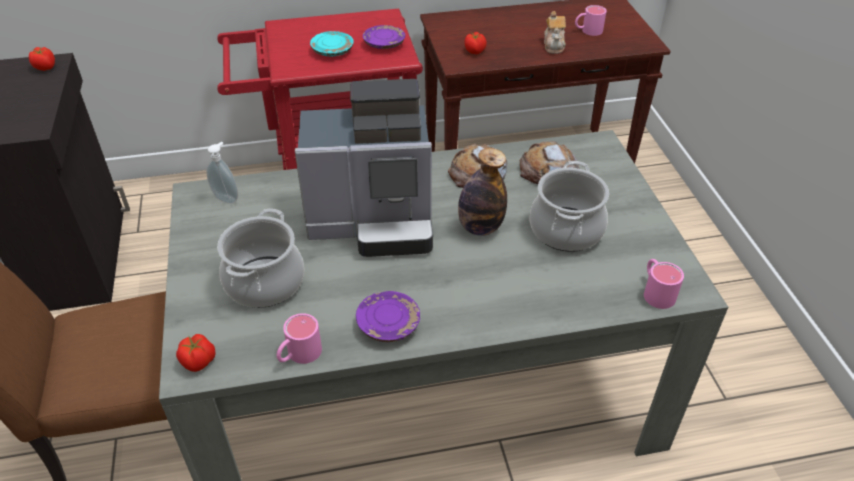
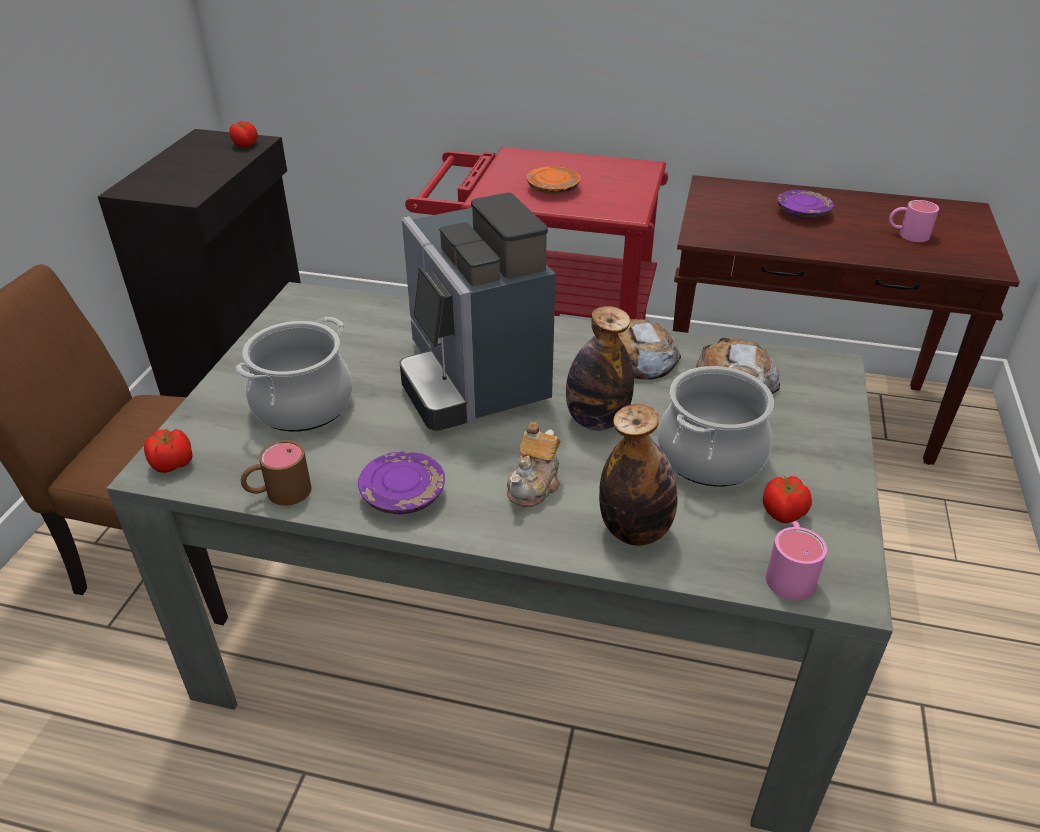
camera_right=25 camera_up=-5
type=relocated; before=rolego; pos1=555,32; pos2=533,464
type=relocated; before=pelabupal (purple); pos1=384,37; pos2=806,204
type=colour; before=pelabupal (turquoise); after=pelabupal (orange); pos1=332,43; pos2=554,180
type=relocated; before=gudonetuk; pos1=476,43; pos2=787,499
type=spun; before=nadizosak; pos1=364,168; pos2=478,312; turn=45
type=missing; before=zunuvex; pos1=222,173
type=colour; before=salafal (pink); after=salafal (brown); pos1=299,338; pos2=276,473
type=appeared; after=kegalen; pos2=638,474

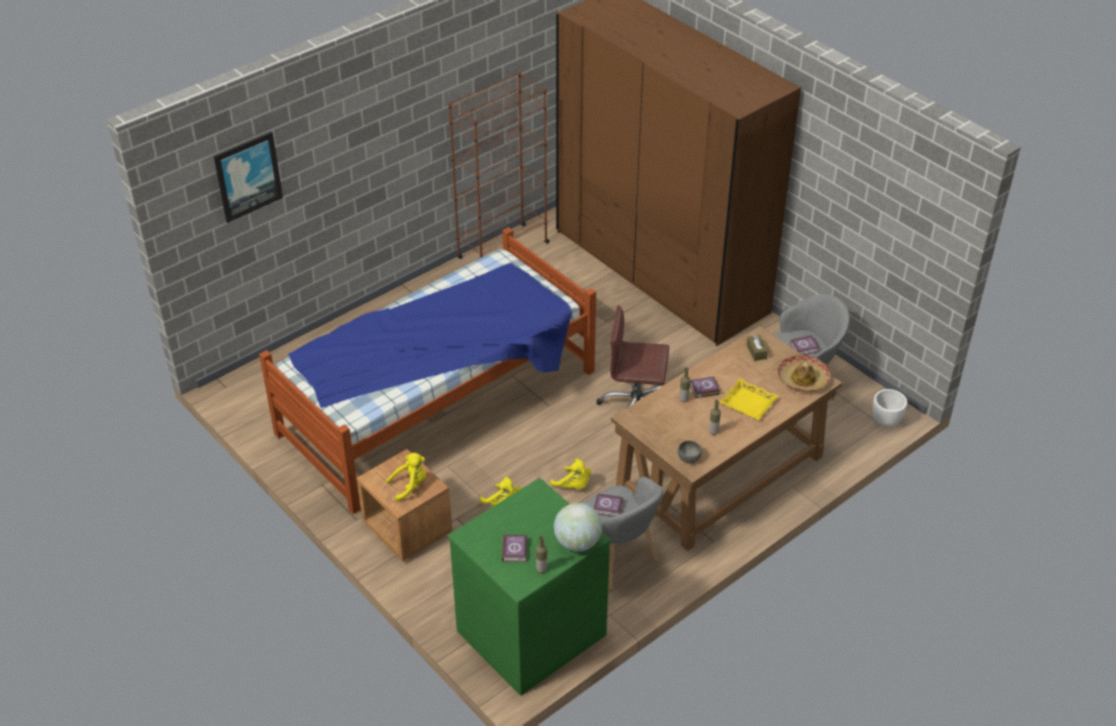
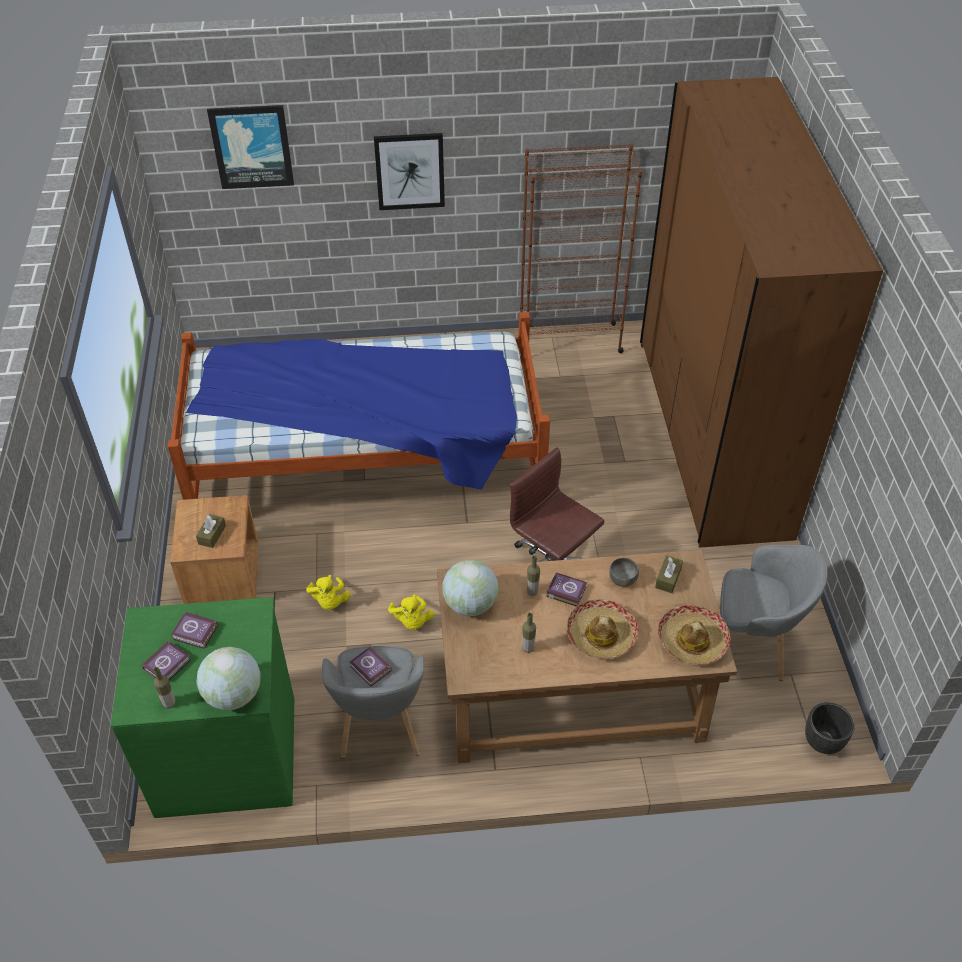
camera_right=35 camera_up=5
type=relocated; before=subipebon; pos1=805,345; pos2=194,630
type=exchanged; before=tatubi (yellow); after=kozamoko; pos1=749,399; pos2=602,629
type=colour; before=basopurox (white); after=basopurox (black); pos1=890,408; pos2=830,728
type=relocated; before=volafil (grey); pos1=690,452; pos2=624,572
type=exchanged; before=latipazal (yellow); after=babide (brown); pos1=406,477; pos2=211,531
type=appeared; after=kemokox; pos2=409,171
type=appeared; after=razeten; pos2=470,588

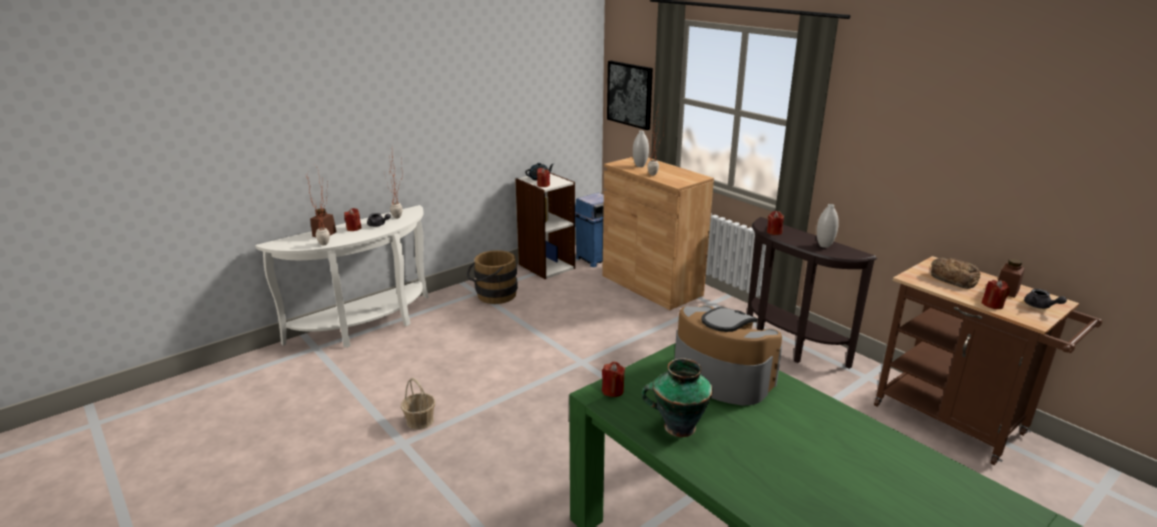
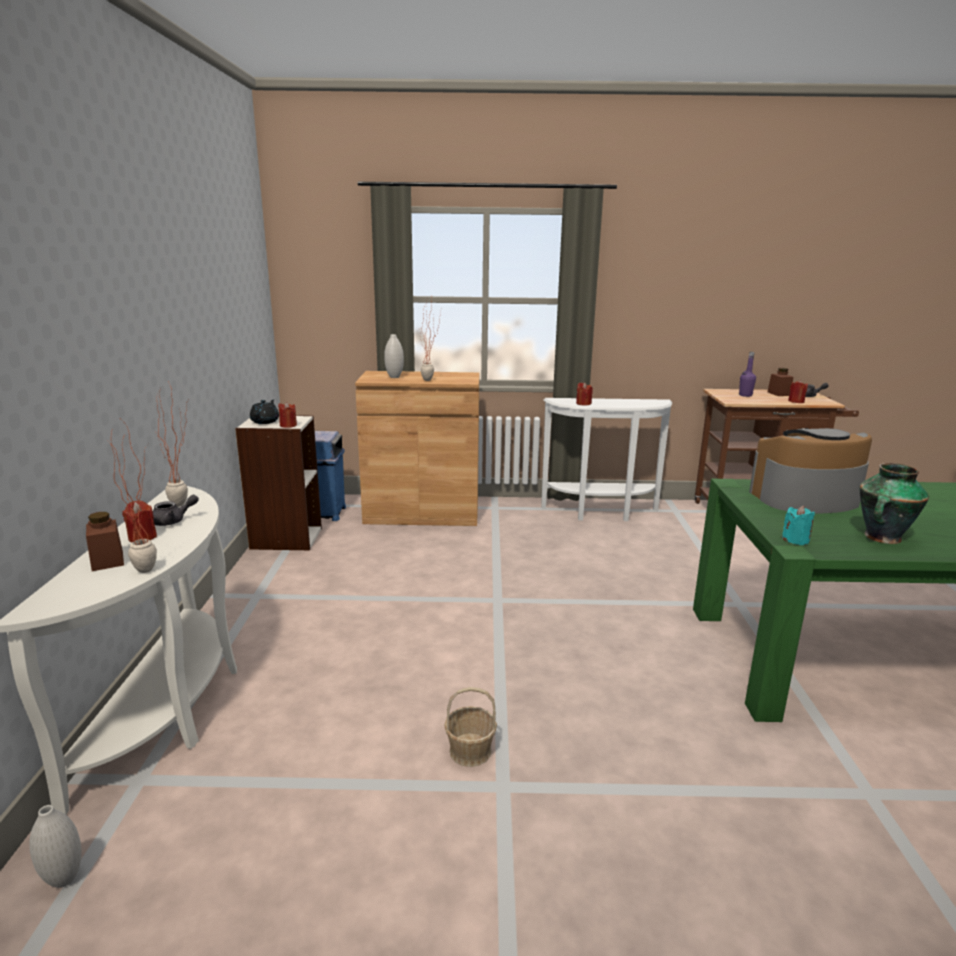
camera_right=-50 camera_up=-5
type=missing; before=kemokox; pos1=630,95
type=relocated; before=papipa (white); pos1=828,226; pos2=55,846
type=colour; before=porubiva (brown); after=porubiva (white); pos1=812,293; pos2=606,459
type=missing; before=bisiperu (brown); pos1=492,277
type=exchanged; before=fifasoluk; after=kegalen (purple); pos1=956,273; pos2=747,374
type=colour; before=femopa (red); after=femopa (turquoise); pos1=613,379; pos2=798,525

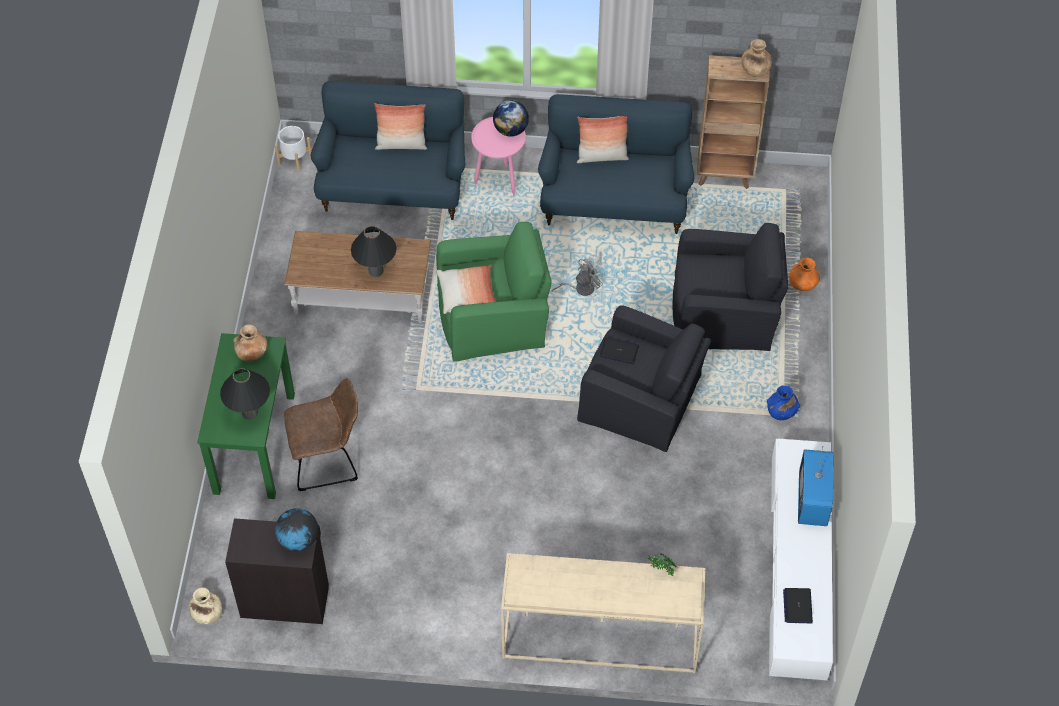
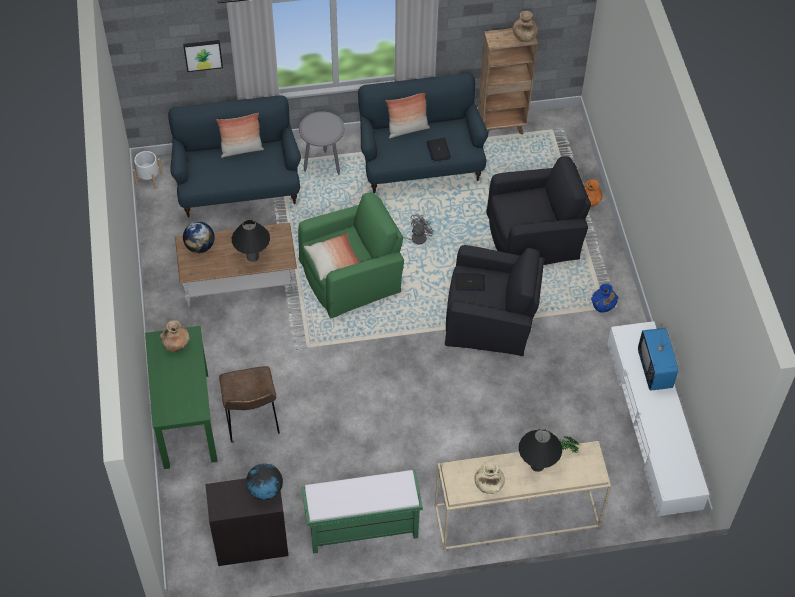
camera_right=-15 camera_up=0
type=relocated; before=razeten; pos1=511,118; pos2=199,237
type=colour; before=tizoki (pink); after=tizoki (grey); pos1=498,156; pos2=321,143
type=relocated; before=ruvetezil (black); pos1=245,394; pos2=540,450
type=spun; before=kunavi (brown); pos1=321,434; pos2=249,404; turn=105
type=relocated; before=papipa (beige); pos1=205,606; pos2=489,478
type=relocated; before=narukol; pos1=798,605; pos2=438,150
type=appeared; after=kemokox; pos2=203,56
type=appeared; after=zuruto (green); pos2=362,512

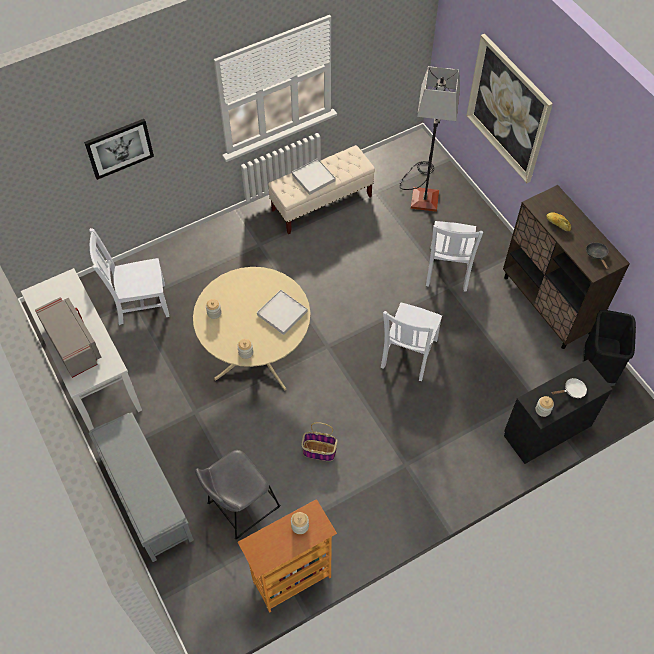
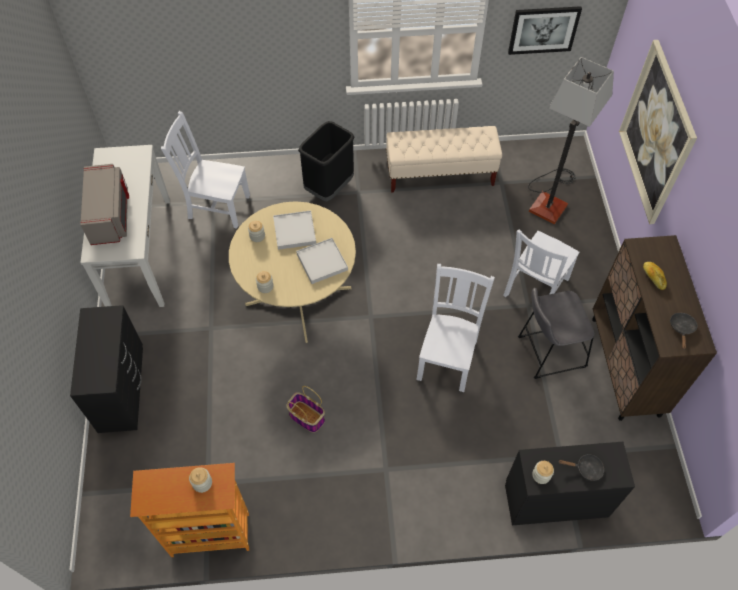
camera_right=25 camera_up=0
type=relocated; before=kemokox; pos1=119,149; pos2=545,30
type=relocated; before=tatubi (white); pos1=314,176; pos2=294,230
type=spun; before=kunavi (white); pos1=411,342; pos2=455,328; turn=150
type=relocated; before=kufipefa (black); pos1=609,348; pos2=326,161
type=colour; before=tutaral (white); after=tutaral (black); pos1=569,388; pos2=581,467
type=exchanged; before=zuruto (grey); after=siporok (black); pos1=141,487; pos2=106,369
type=relocated; before=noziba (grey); pos1=238,494; pos2=556,333

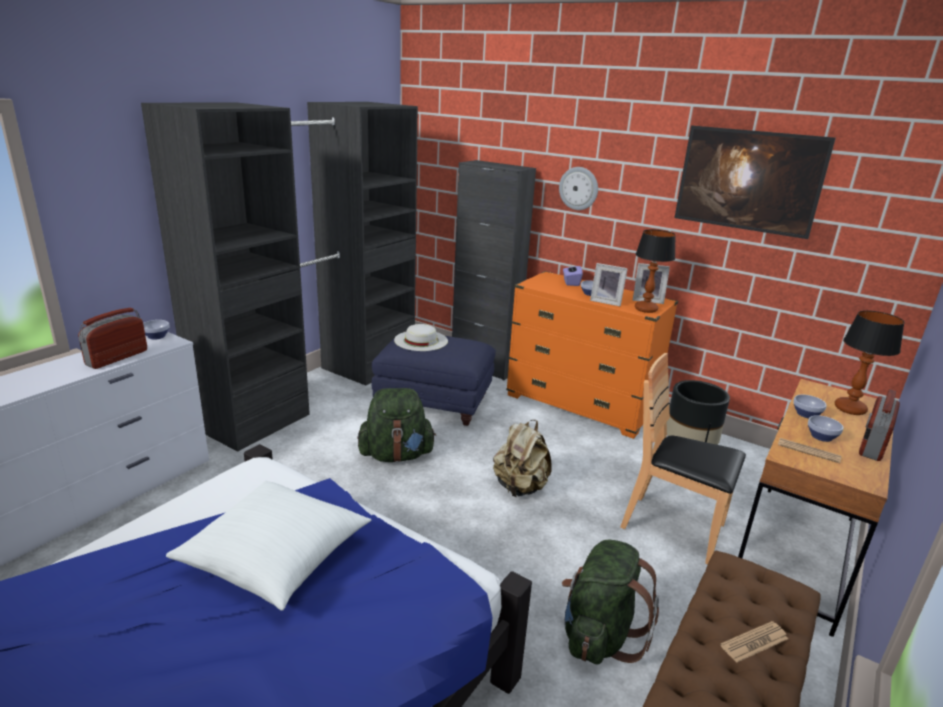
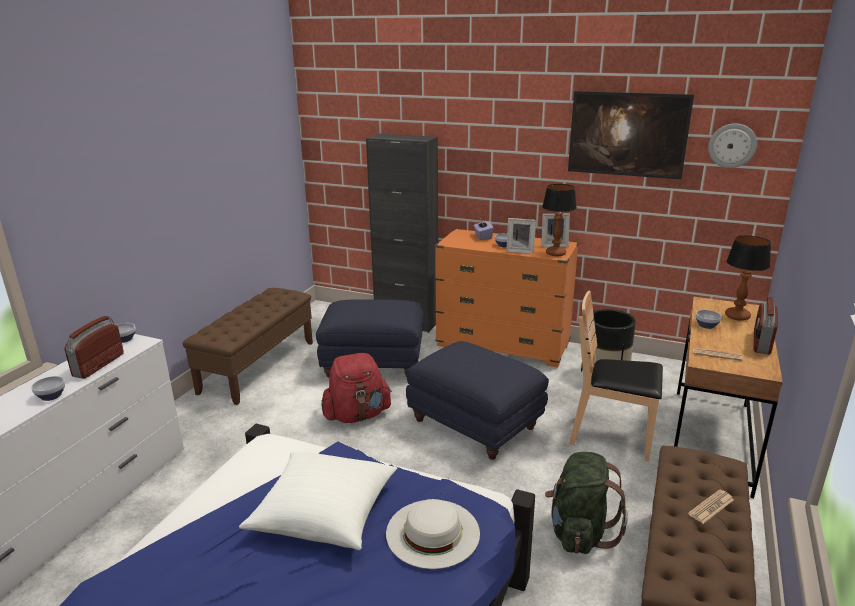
camera_right=-10 camera_up=0
type=exchanged; before=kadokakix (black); after=zuruto (brown); pos1=279,277; pos2=247,346
type=relocated; before=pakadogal; pos1=578,188; pos2=732,145
type=relocated; before=kozamoko (white); pos1=421,337; pos2=433,534
type=colour; before=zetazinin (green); after=zetazinin (red); pos1=396,425; pos2=356,388
type=relocated; before=volafil; pos1=825,428; pos2=48,388
type=exchanged; before=zetazinin (beige); after=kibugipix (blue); pos1=522,458; pos2=477,400

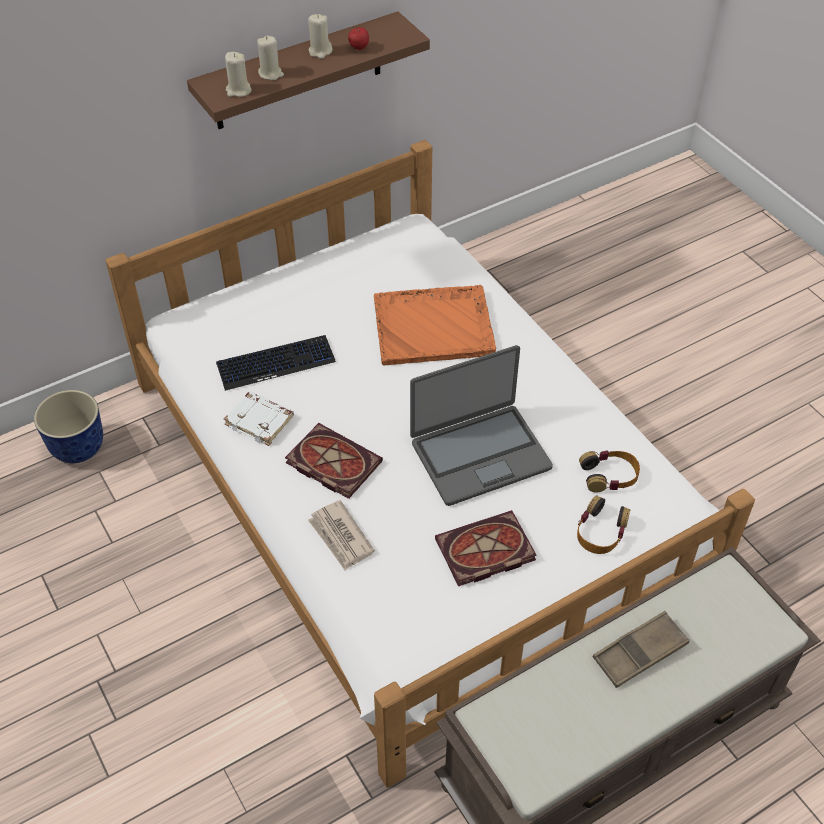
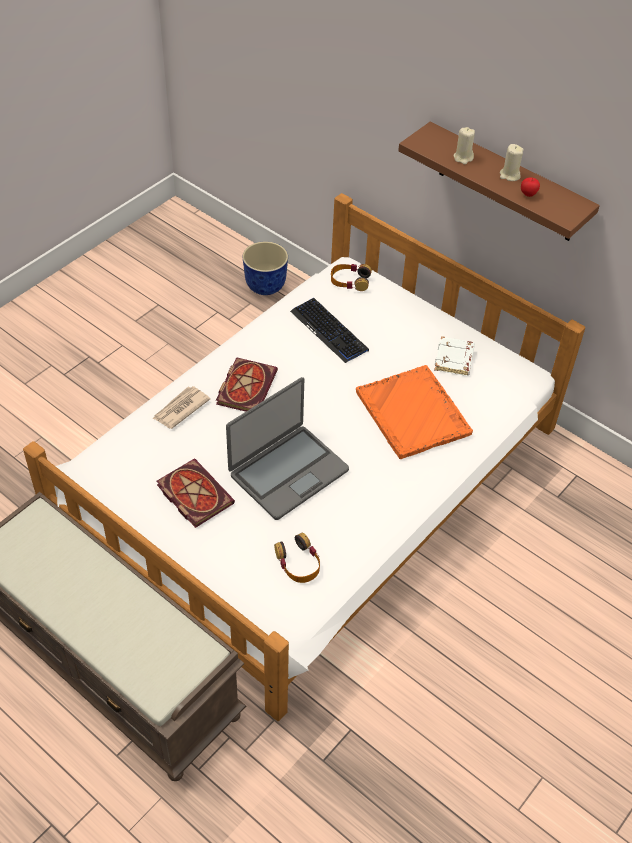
camera_right=70 camera_up=0
type=missing; before=femopa (beige); pos1=238,74
type=spun; before=narukol; pos1=481,425; pos2=287,448; turn=-90
type=relocated; before=subipebon (white); pos1=259,418; pos2=454,356
type=relocated; before=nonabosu; pos1=603,524; pos2=351,277
type=missing; before=tatubi (brown); pos1=641,649

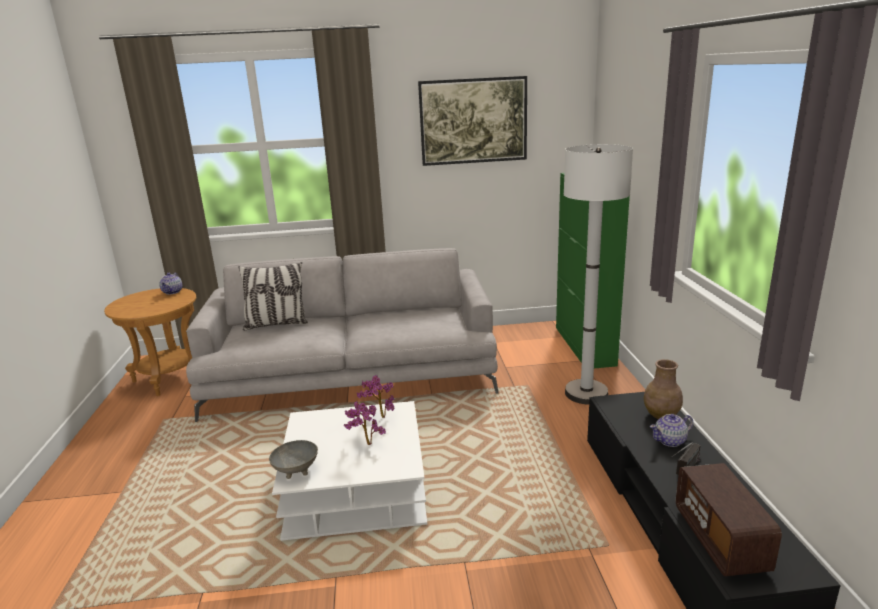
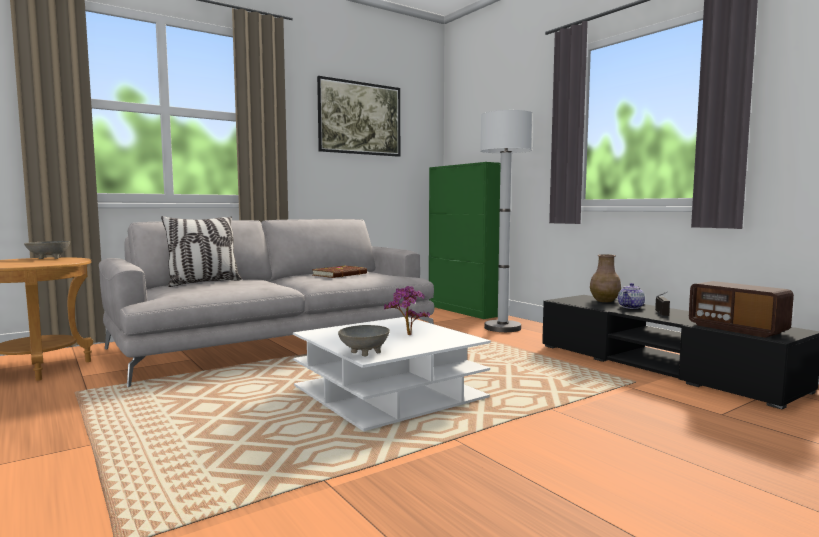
camera_right=-30 camera_up=-15
type=exchanged; before=rolego; after=volafil (grey); pos1=171,283; pos2=47,250
type=missing; before=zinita; pos1=375,396
type=appeared; after=subipebon (brown); pos2=339,271

